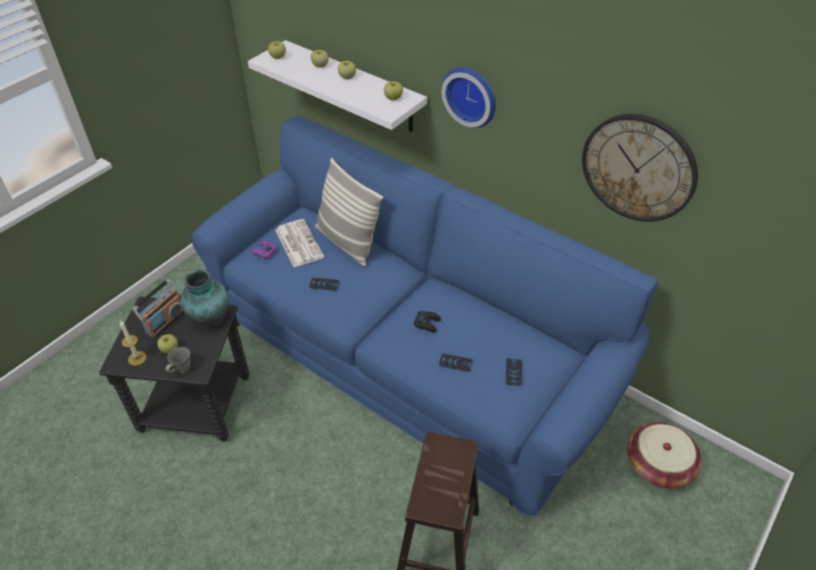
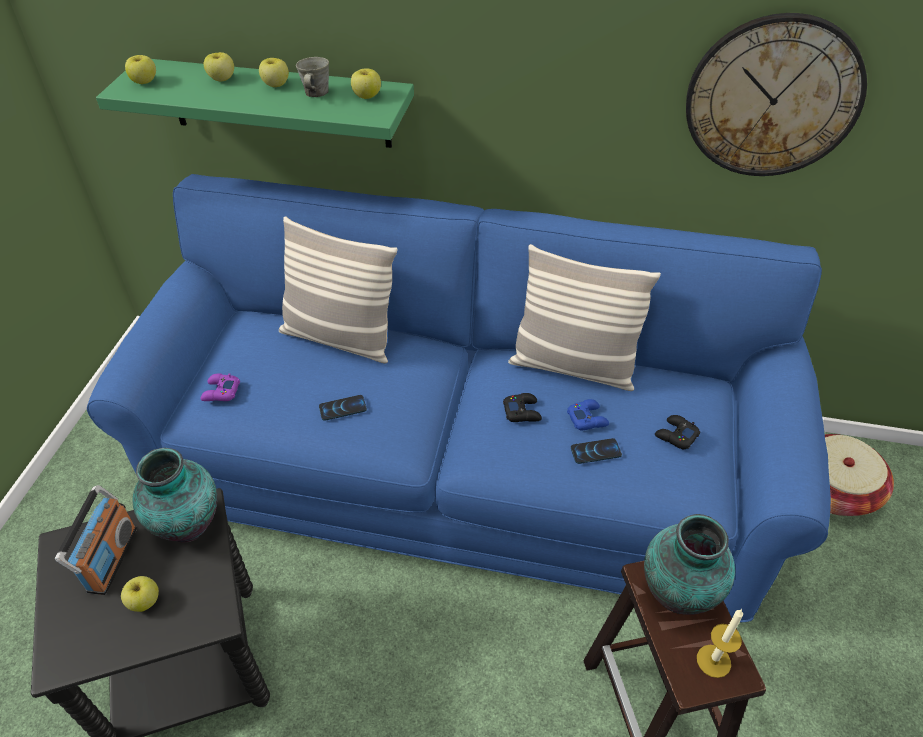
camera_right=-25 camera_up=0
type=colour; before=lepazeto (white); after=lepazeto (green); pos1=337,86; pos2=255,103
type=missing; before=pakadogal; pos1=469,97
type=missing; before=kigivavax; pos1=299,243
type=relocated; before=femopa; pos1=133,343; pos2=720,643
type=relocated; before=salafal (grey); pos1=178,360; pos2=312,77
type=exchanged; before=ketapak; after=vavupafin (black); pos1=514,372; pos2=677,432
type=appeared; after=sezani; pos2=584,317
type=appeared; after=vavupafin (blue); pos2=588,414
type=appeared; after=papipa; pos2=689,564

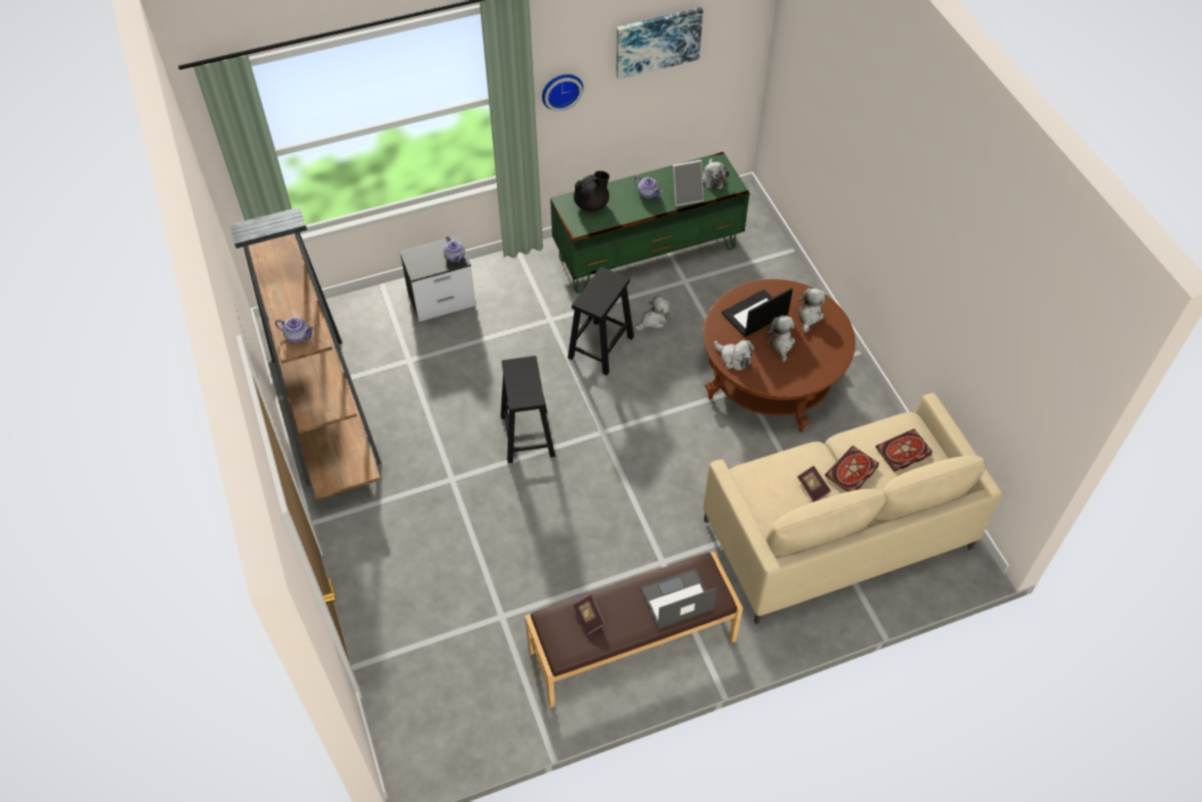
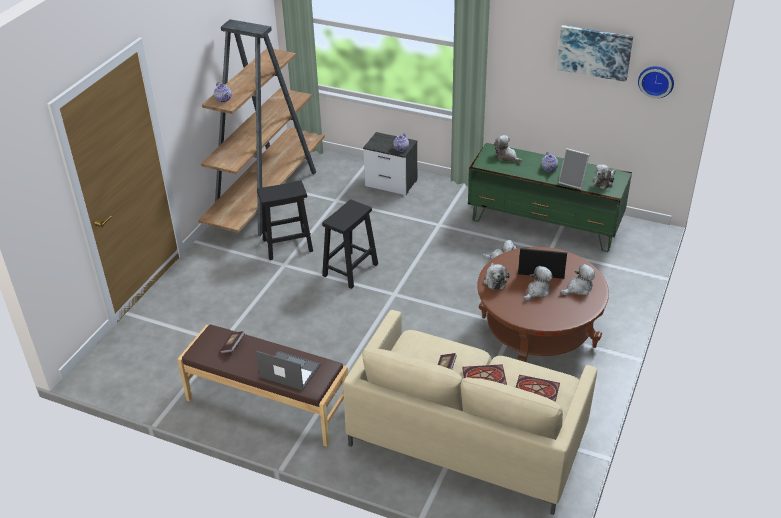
camera_right=45 camera_up=-15
type=relocated; before=pakadogal; pos1=562,92; pos2=656,82
type=exchanged; before=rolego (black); after=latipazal; pos1=592,191; pos2=508,149
type=relocated; before=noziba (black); pos1=601,321; pos2=285,220

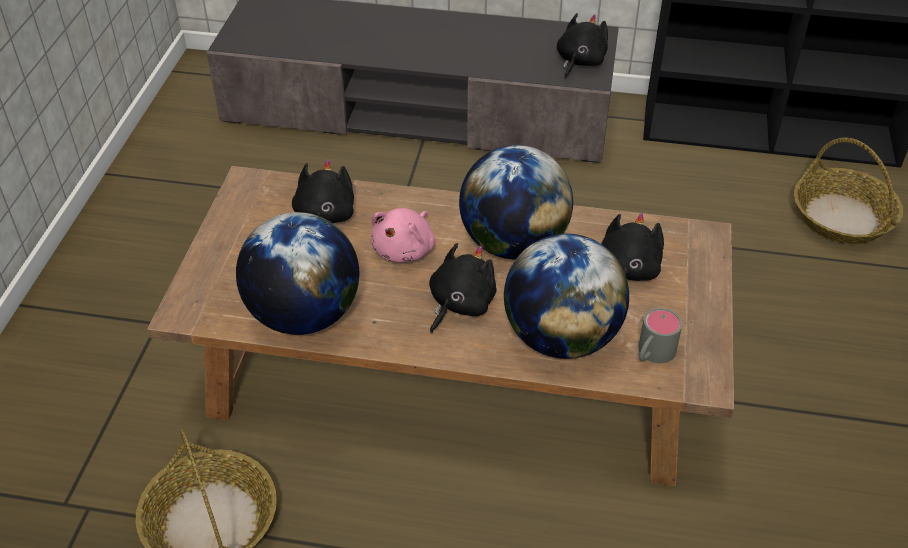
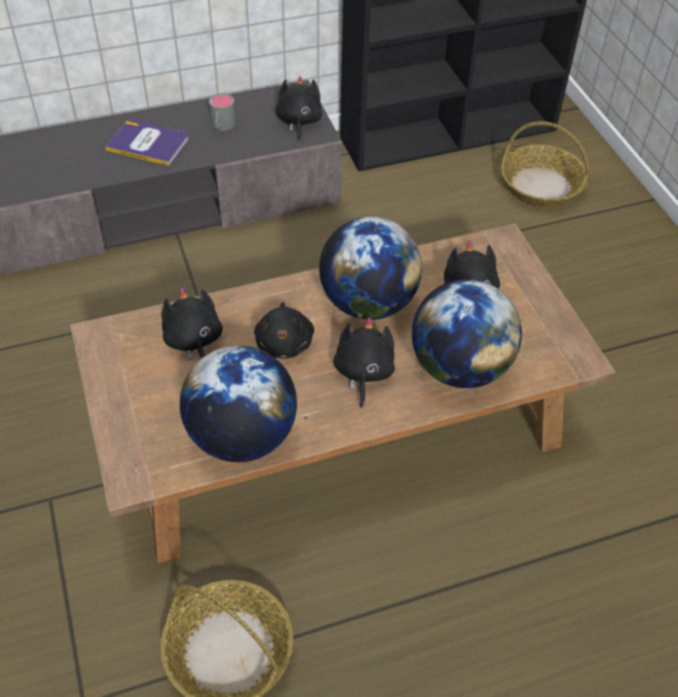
camera_right=-30 camera_up=5
type=colour; before=latipazal (pink); after=latipazal (black); pos1=403,235; pos2=284,330
type=relocated; before=salafal (grey); pos1=660,335; pos2=222,112
type=appeared; after=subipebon; pos2=147,143

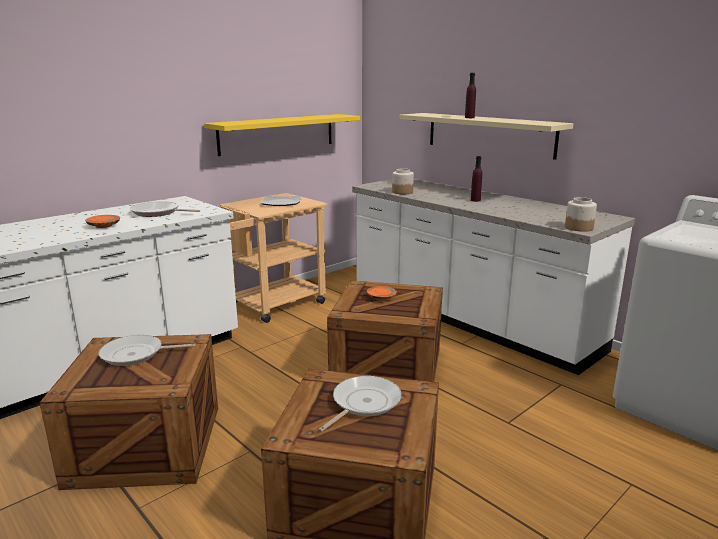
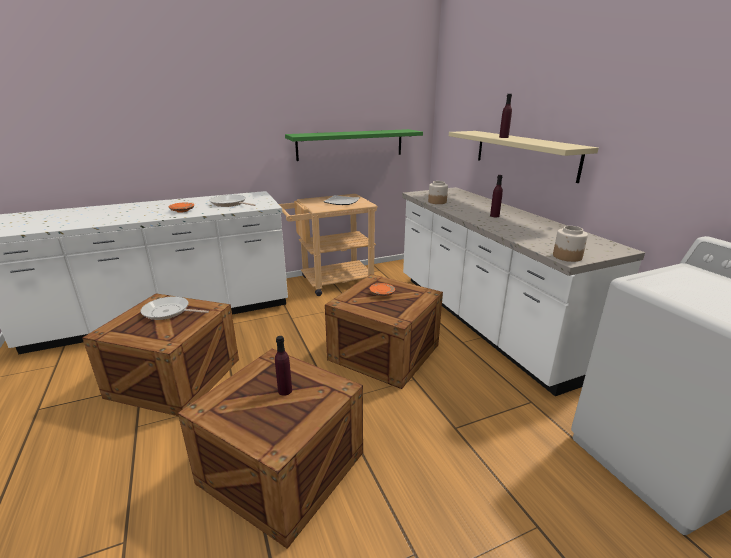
camera_right=20 camera_up=5
type=colour; before=lepazeto (yellow); after=lepazeto (green); pos1=282,135; pos2=354,145
type=exchanged; before=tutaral; after=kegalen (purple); pos1=360,404; pos2=283,366

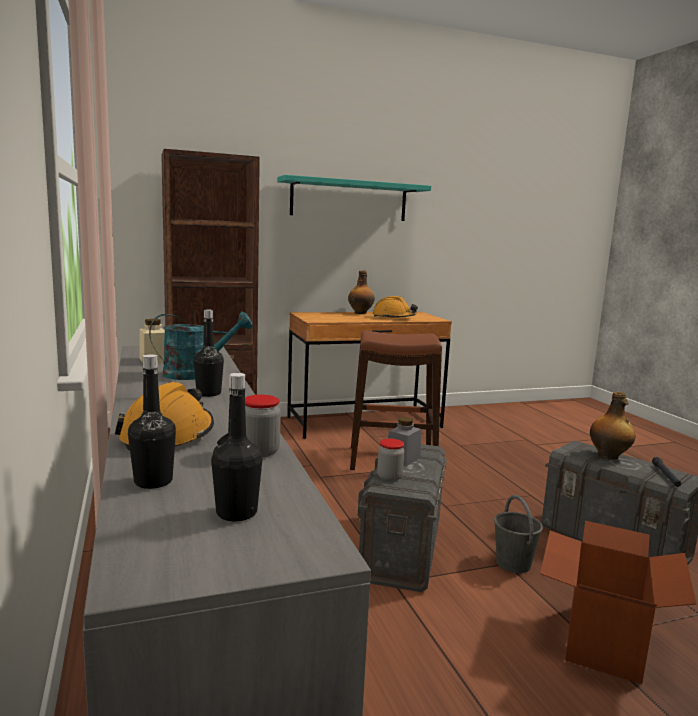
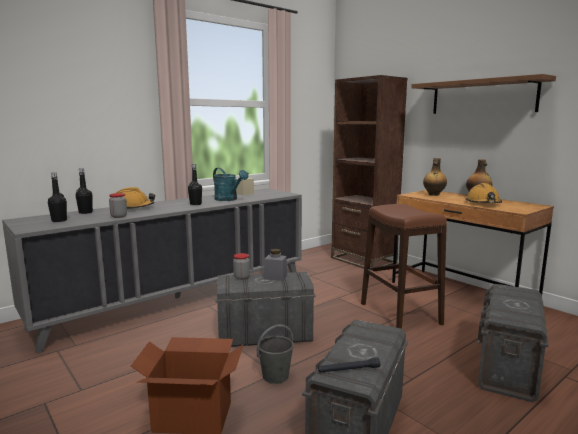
camera_right=70 camera_up=0
type=colour; before=lepazeto (turquoise); after=lepazeto (brown); pos1=354,198; pos2=483,94
type=relocated; before=kegalen; pos1=612,426; pos2=435,177
type=appeared; after=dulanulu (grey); pos2=513,343

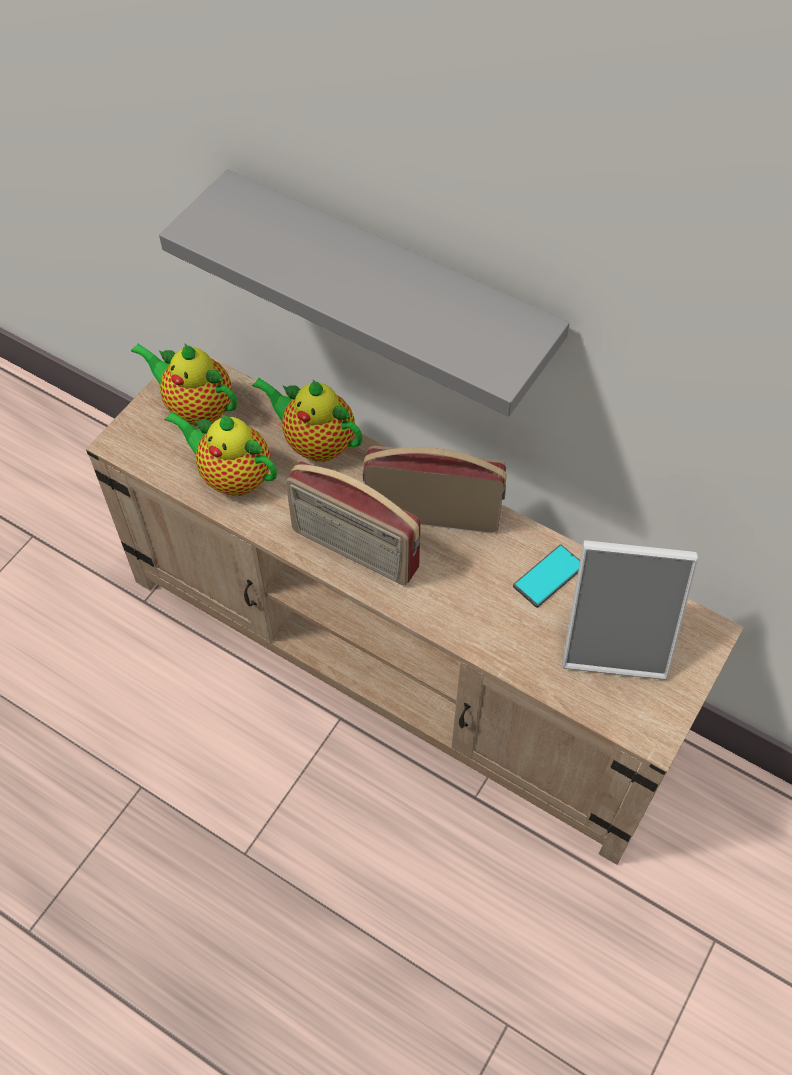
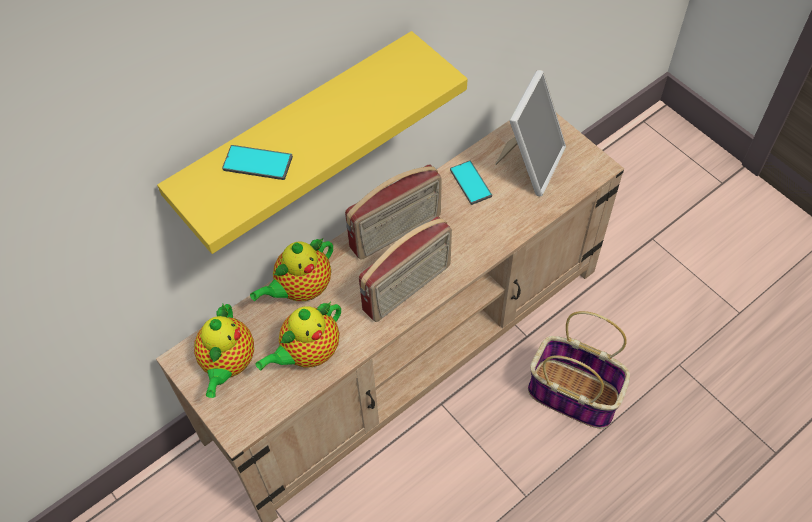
camera_right=-70 camera_up=0
type=colour; before=lepazeto (grey); after=lepazeto (yellow); pos1=364,292; pos2=312,142
type=spun; before=rolego; pos1=184,384; pos2=224,351; turn=-45
type=spun; before=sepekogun; pos1=435,489; pos2=393,212; turn=-150
type=appeared; after=ketapak; pos2=257,162
type=appeared; after=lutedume; pos2=579,370

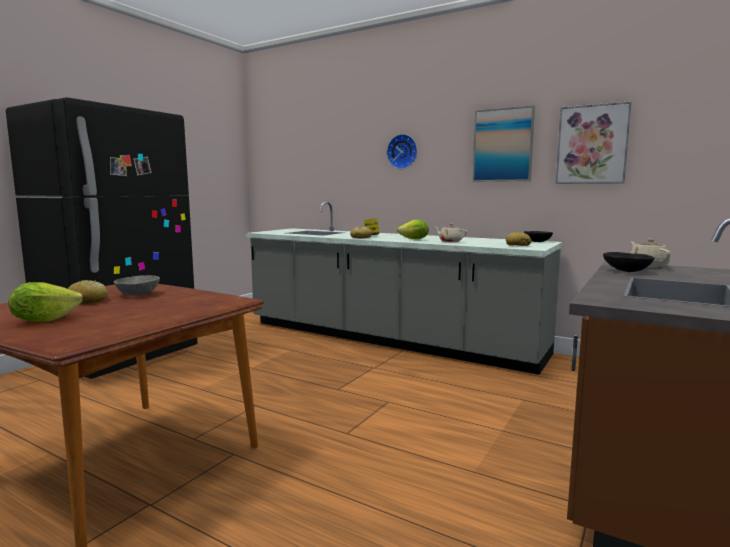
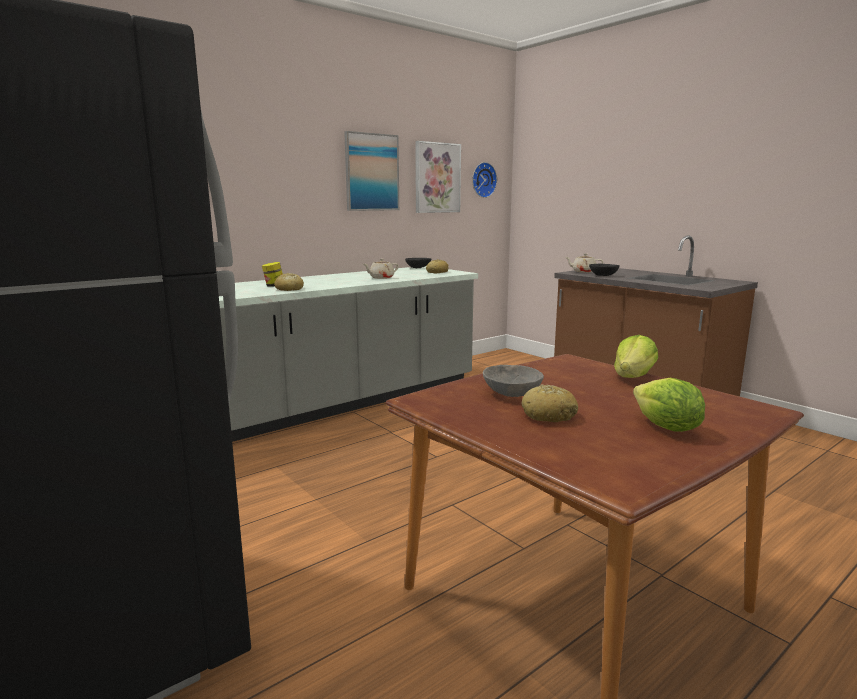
camera_right=-70 camera_up=5
type=relocated; before=pakadogal; pos1=402,151; pos2=484,180
type=relocated; before=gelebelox; pos1=413,229; pos2=636,356

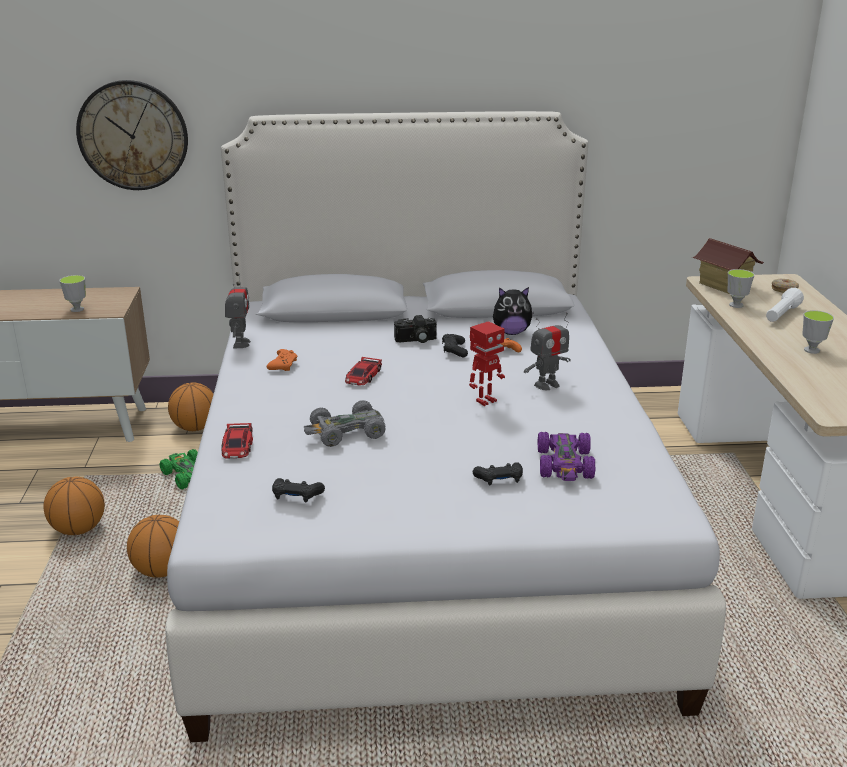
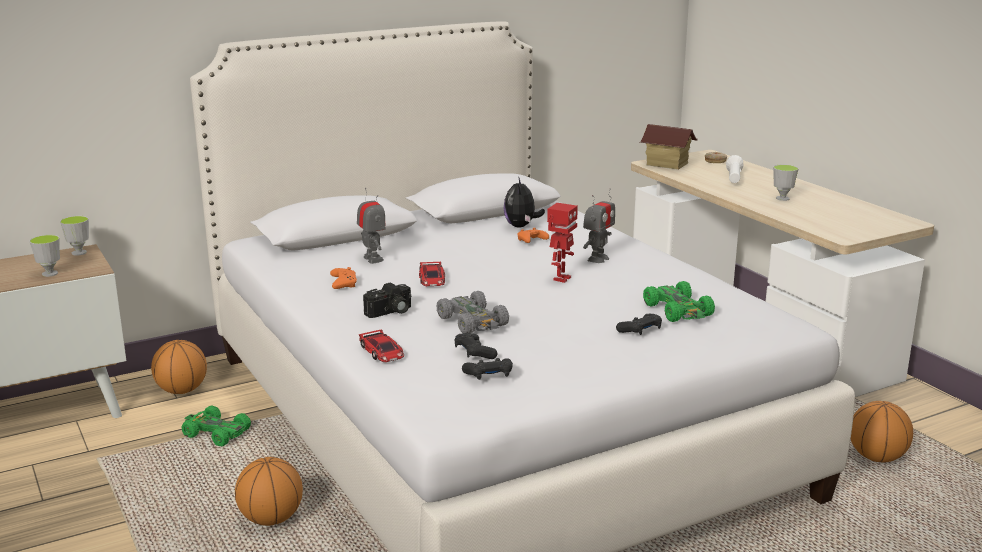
camera_right=-25 camera_up=-5
type=missing; before=pakadogal; pos1=132,135
type=relocated; before=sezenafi; pos1=741,288; pos2=74,236
type=relocated; before=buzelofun; pos1=238,311; pos2=371,226
type=spun; before=latipazal; pos1=513,311; pos2=524,201; turn=120
type=relocated; before=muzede; pos1=415,329; pos2=387,300
type=relocated; before=vavupafin (black); pos1=455,345; pos2=475,346
type=spun; before=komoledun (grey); pos1=345,423; pos2=473,312; turn=-75
type=colour; before=komoledun (purple); after=komoledun (green); pos1=566,456; pos2=679,301
type=relocated; before=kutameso; pos1=74,506; pos2=882,431

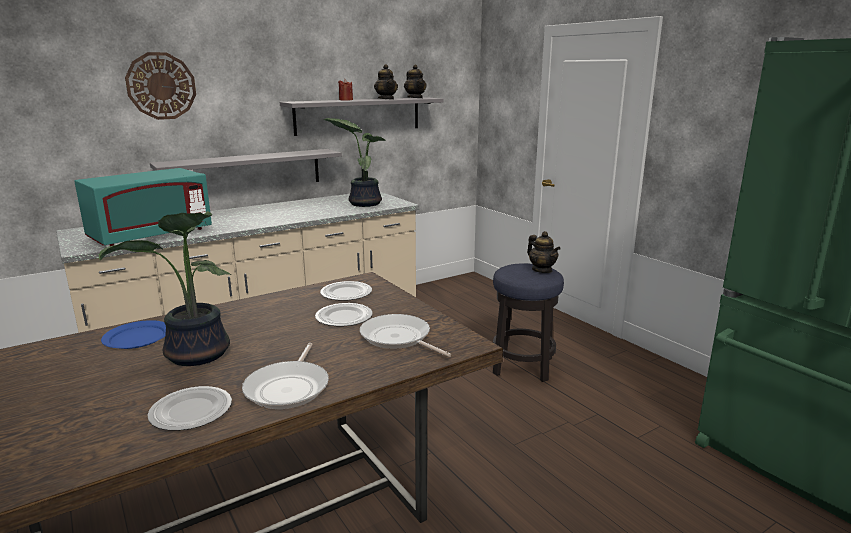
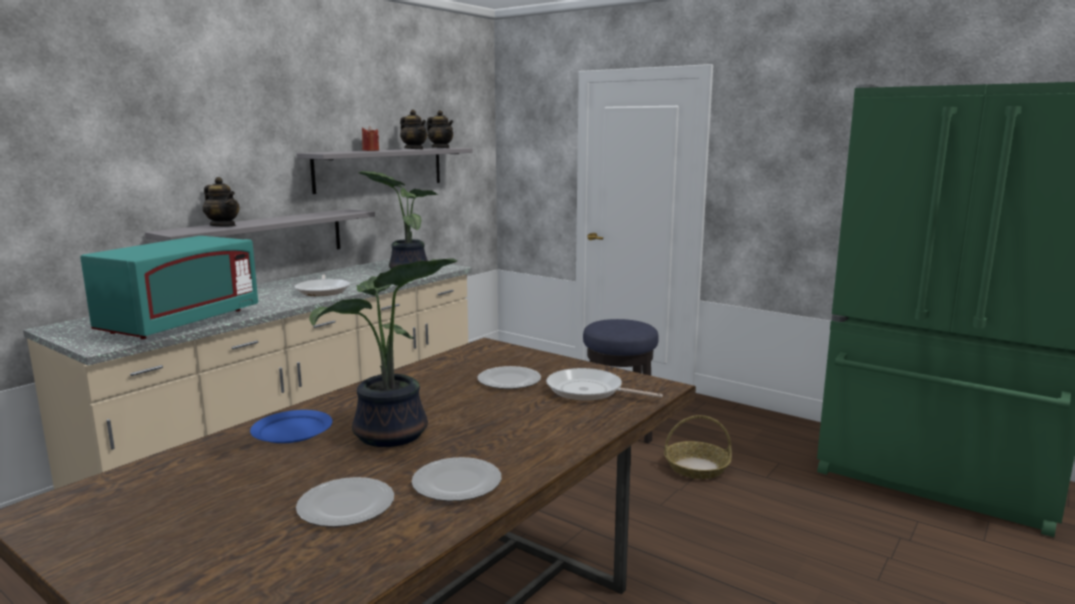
camera_right=-20 camera_up=-5
type=missing; before=pakadogal; pos1=160,86
type=relocated; before=rolego; pos1=544,252; pos2=221,202
type=relocated; before=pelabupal; pos1=346,291; pos2=345,502
type=relocated; before=tutaral; pos1=285,376; pos2=322,285
type=appeared; after=lutedume; pos2=698,447

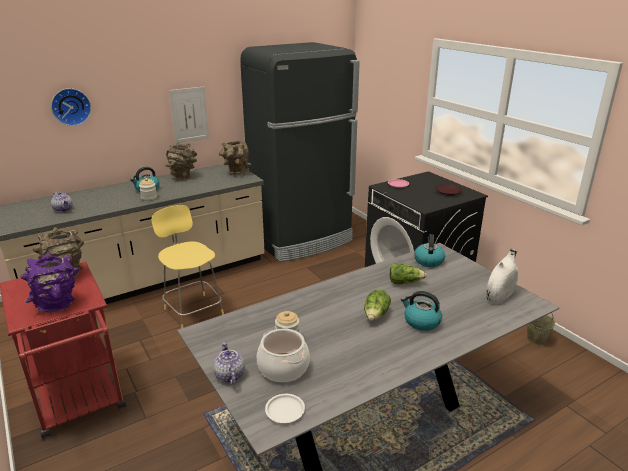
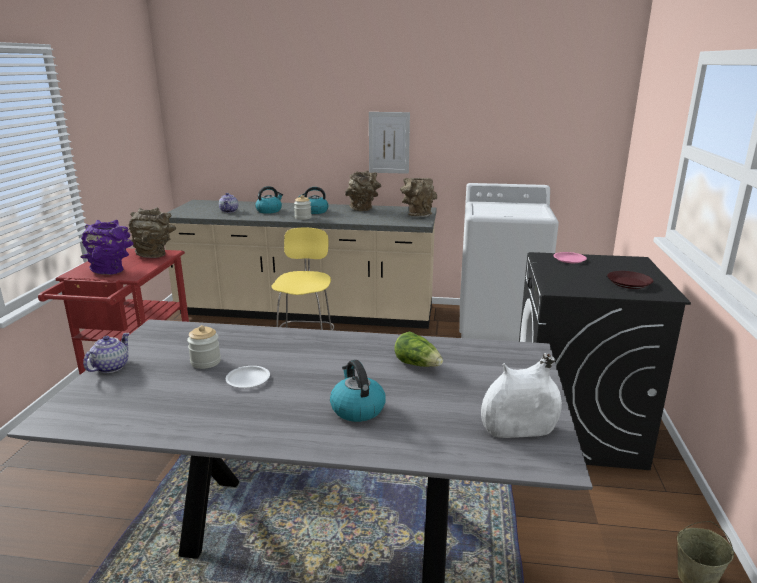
camera_right=40 camera_up=-5
type=exchanged; before=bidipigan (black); after=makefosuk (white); pos1=300,152; pos2=509,262
type=missing; before=pakadogal; pos1=71,107
type=relocated; before=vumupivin; pos1=429,250; pos2=269,200
type=missing; before=gelebelox; pos1=377,305
type=missing; before=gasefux; pos1=283,355
type=relocated; before=pelabupal (white); pos1=285,408; pos2=248,377

